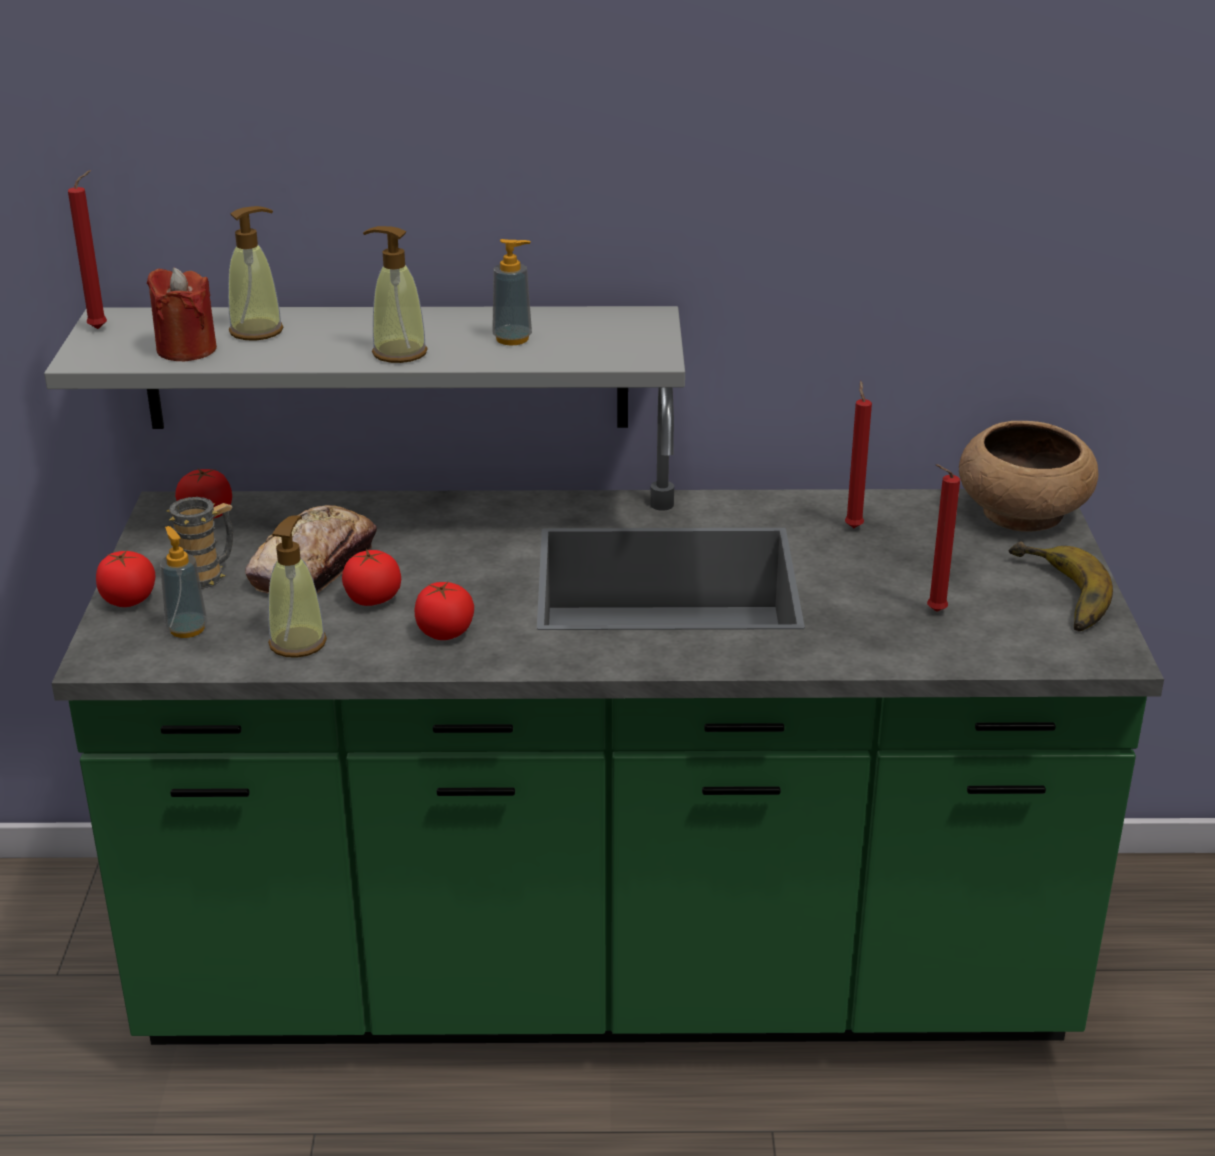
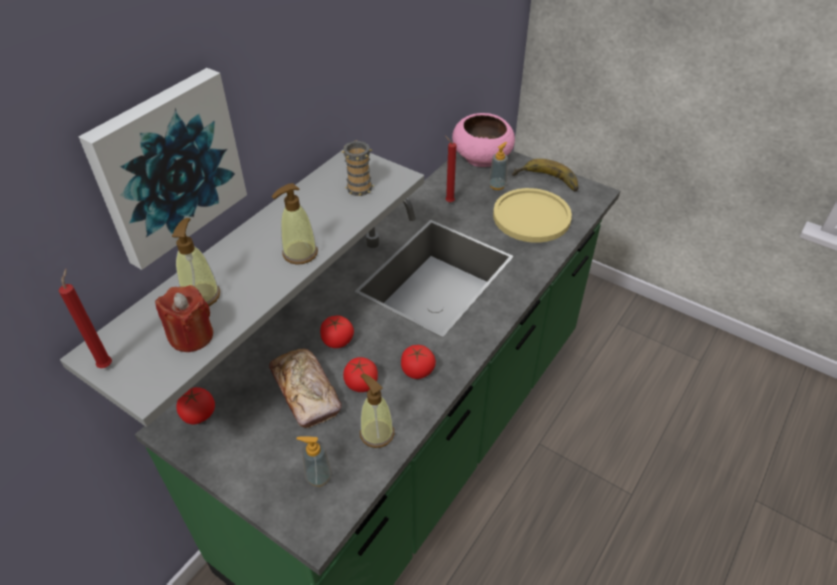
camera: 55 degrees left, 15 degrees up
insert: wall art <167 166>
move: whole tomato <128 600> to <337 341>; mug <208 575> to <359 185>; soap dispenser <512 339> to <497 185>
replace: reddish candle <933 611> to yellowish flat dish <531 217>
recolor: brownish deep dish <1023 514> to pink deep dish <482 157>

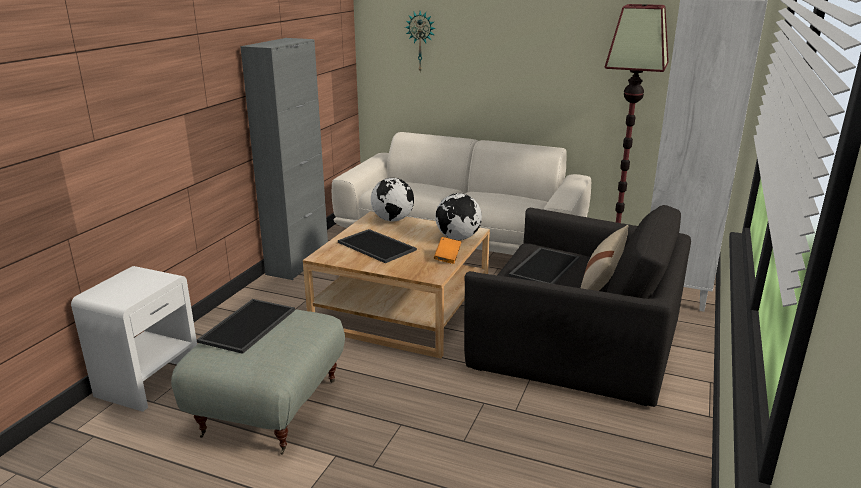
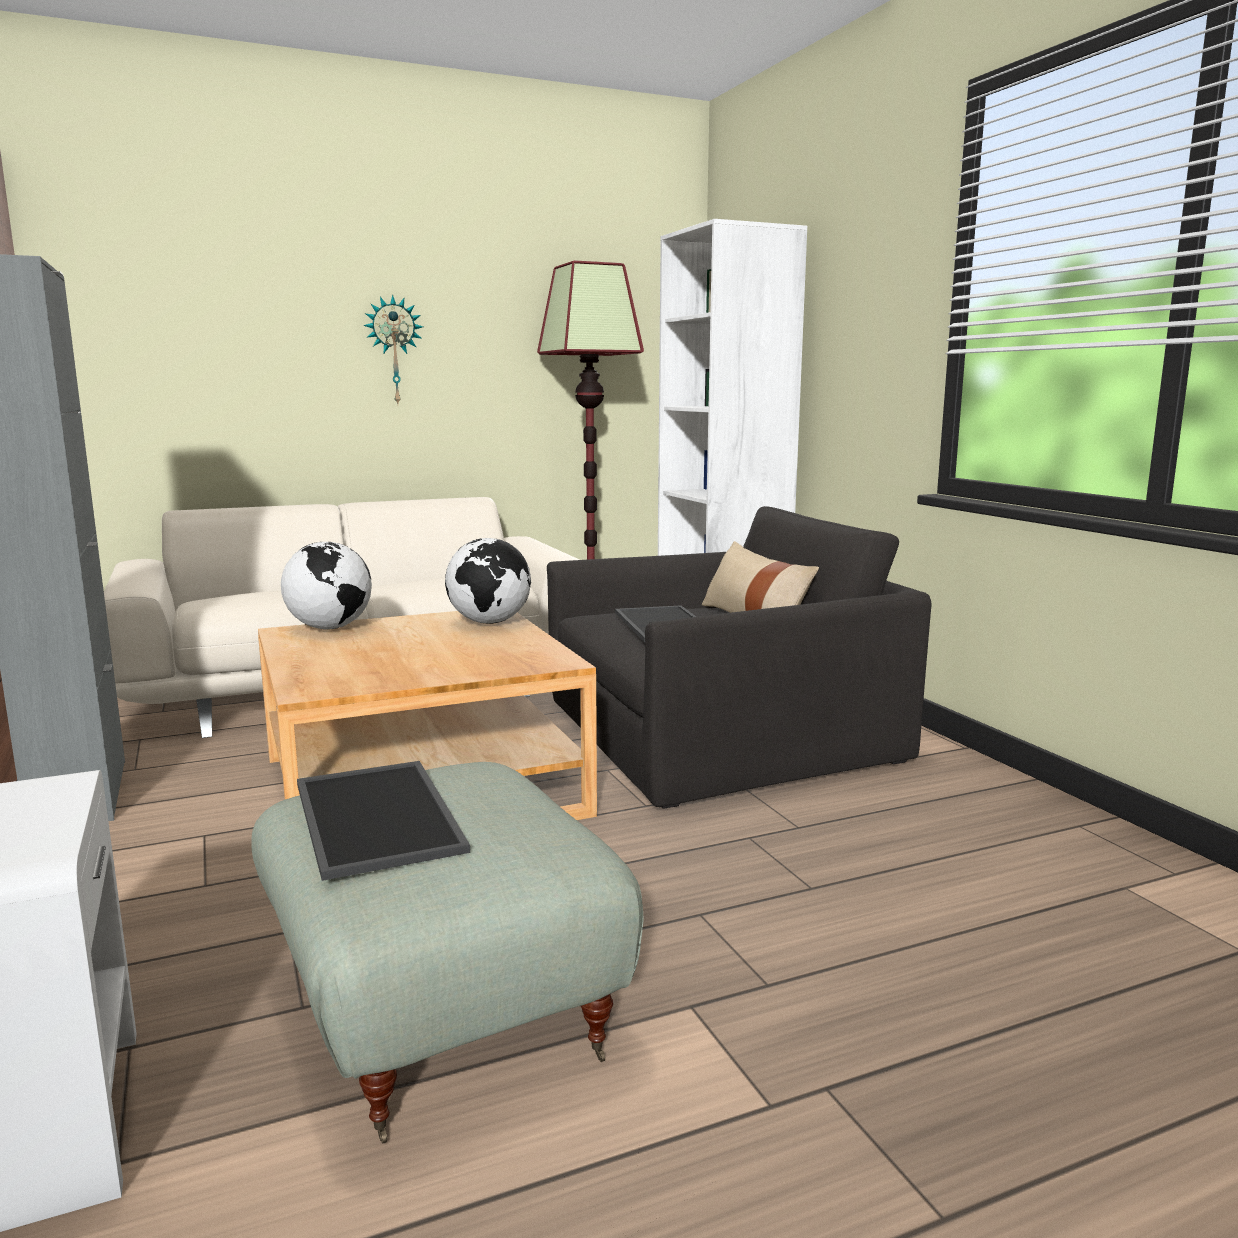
camera: 45 degrees left, 10 degrees down
delete: carrying tray <378 246>; orange bound book <447 257>
move: hanging clock <421 41> to <394 351>

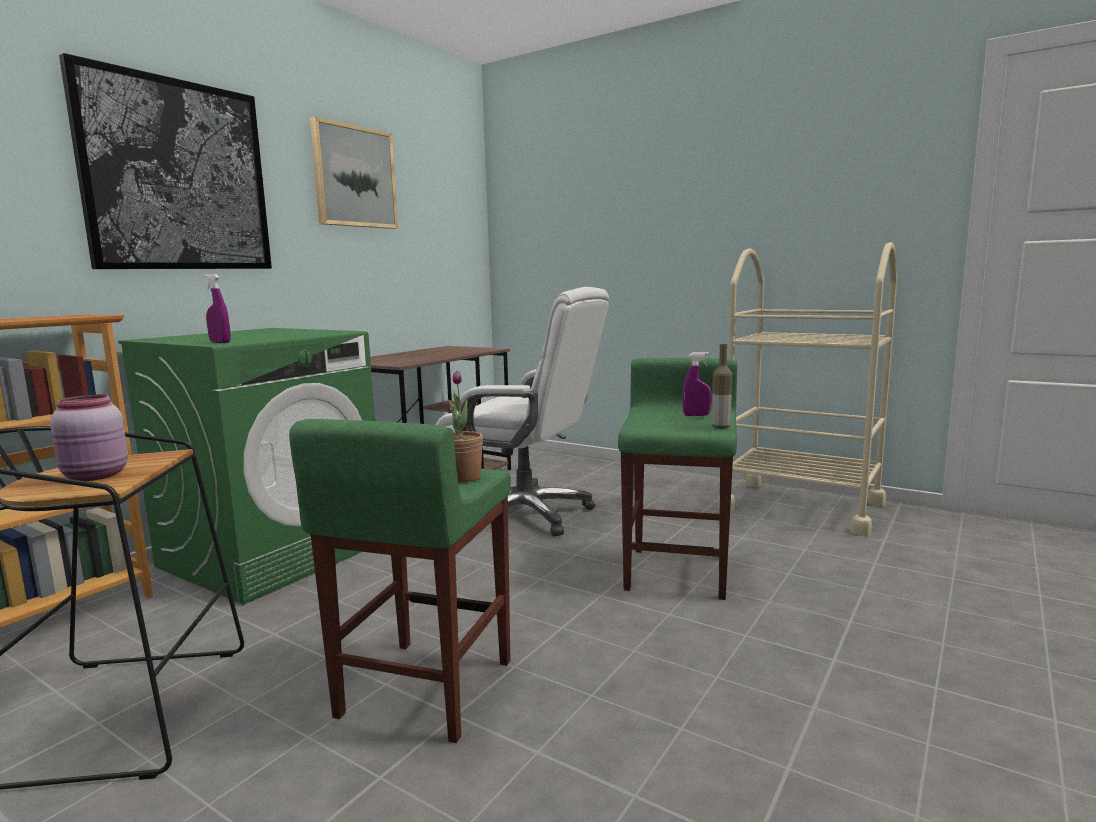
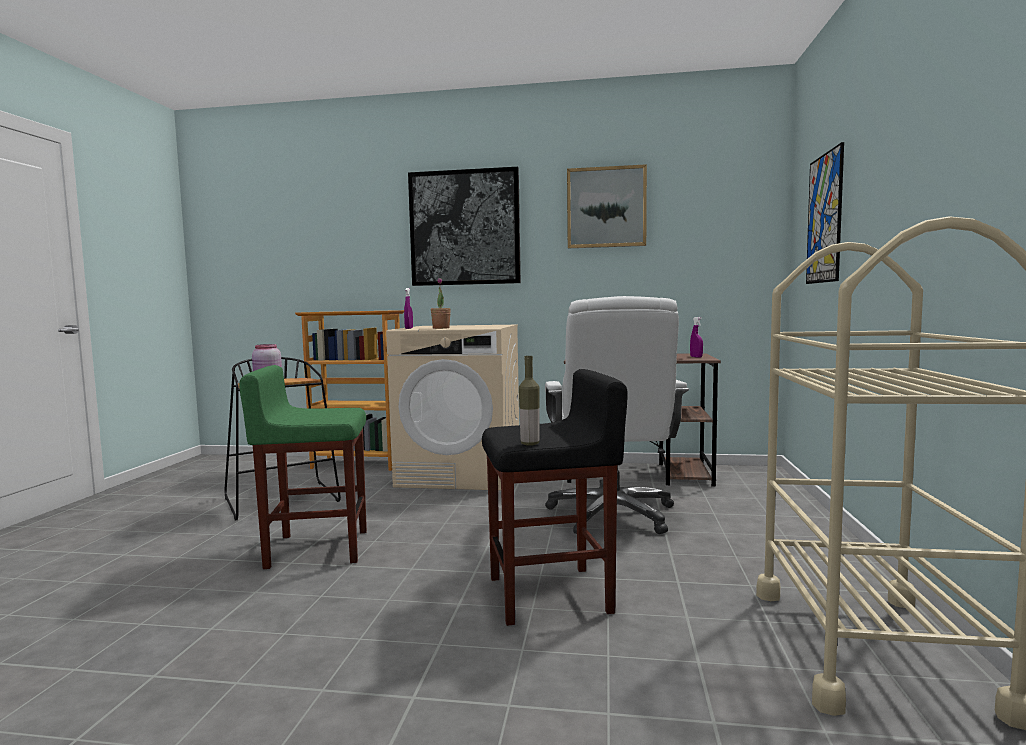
camera: 65 degrees right, 5 degrees down
insert: wall art <824 218>
move: potted plant <463 477> to <441 328>; purplish hand sprayer <696 415> to <696 357>
recolor: greenish laundry appliance <274 553> to beige-coloured laundry appliance <461 474>; greenish stool <677 571> to black-coloured stool <551 594>

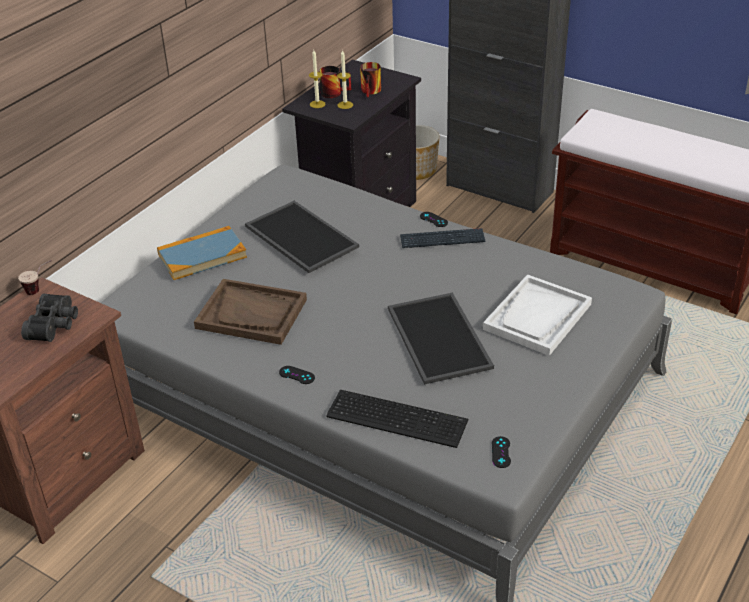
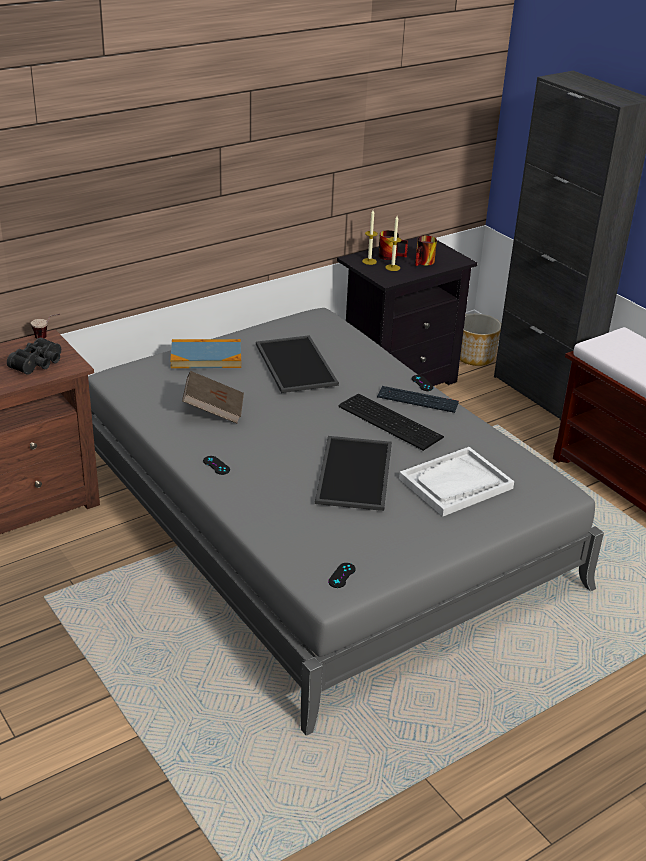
camera: 20 degrees right, 5 degrees down
move: PC keyboard <396 416> to <390 420>
replace: brownish carrying tray <252 314> to brownish bound book <213 410>

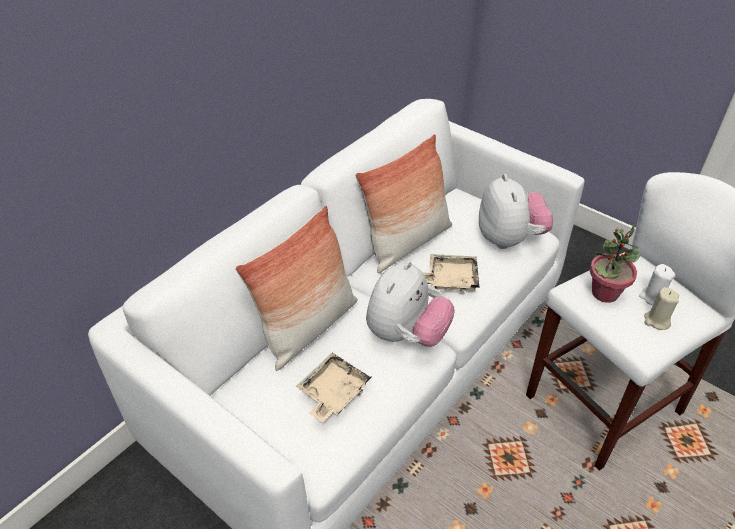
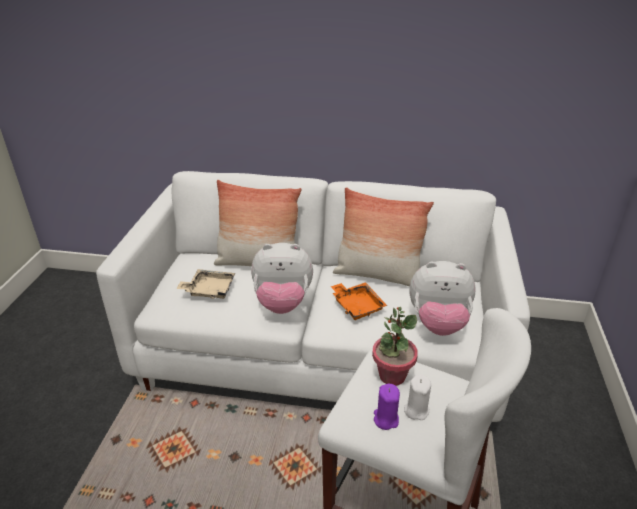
camera: 60 degrees right, 10 degrees down
recolor: beige-coloured carrying tray <450 279> to orange carrying tray <357 306>; beige-coloured candle <656 321> to purplish candle <385 419>
rotate: soft toy <509 239> = <438 323> 45 degrees clockwise

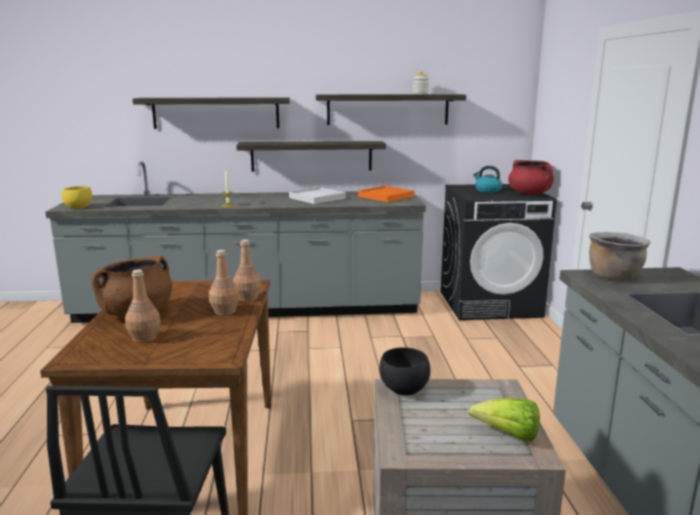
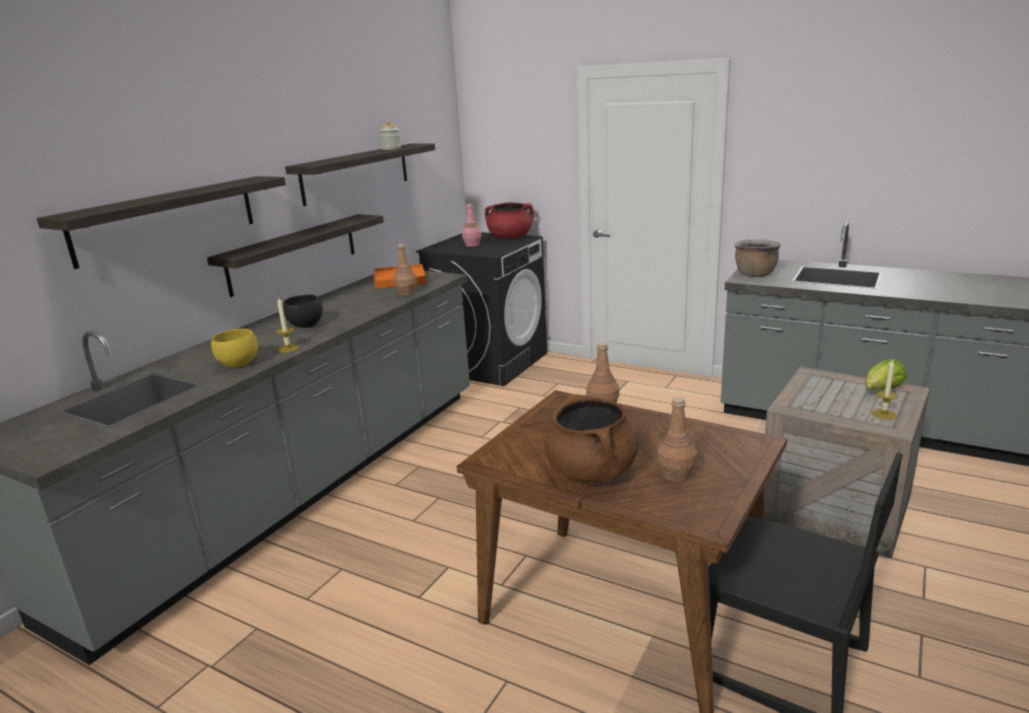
camera: 55 degrees left, 5 degrees up
delete: white carrying tray <317 198>
insert: candle <884 414>
move: yellowish deep dish <78 208> to <238 364>; black-coloured deep dish <404 390> to <306 325>; brownish beverage bottle <225 311> to <406 293>
replace: water kettle <487 190> to pink beverage bottle <472 245>

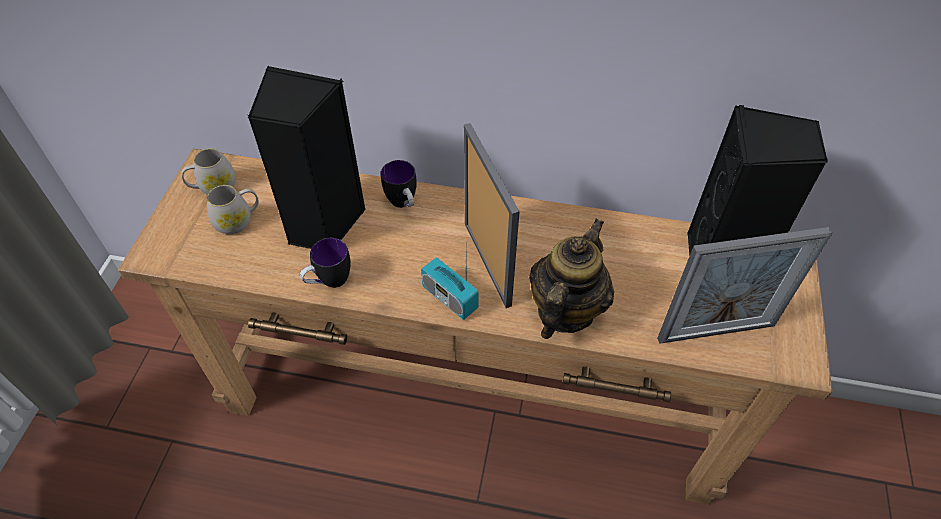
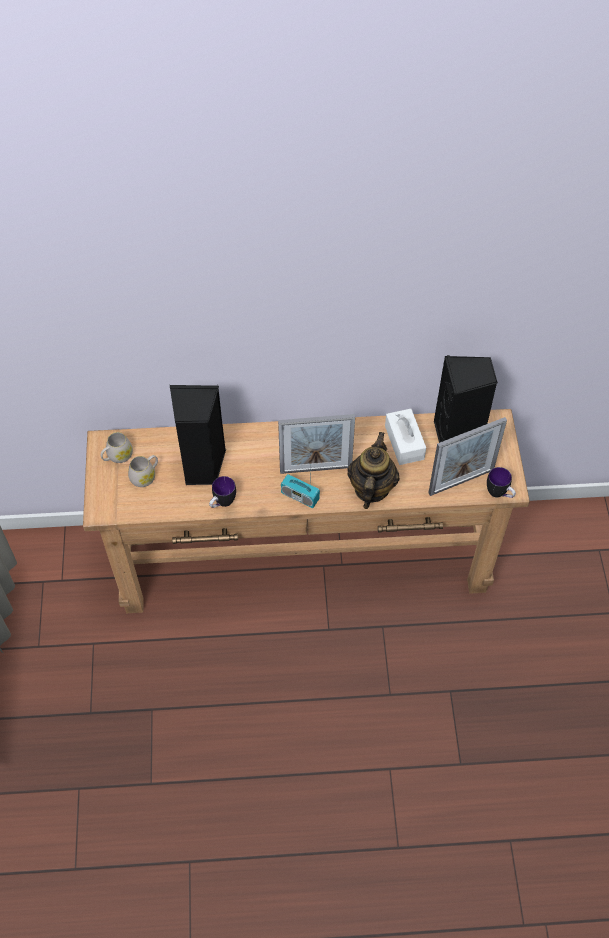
camera: 15 degrees left, 5 degrees up
insert: white tissue holder <404 442>
move: mug <403 204> to <499 494>
rotate: photo frame <487 263> = <316 469> 120 degrees clockwise

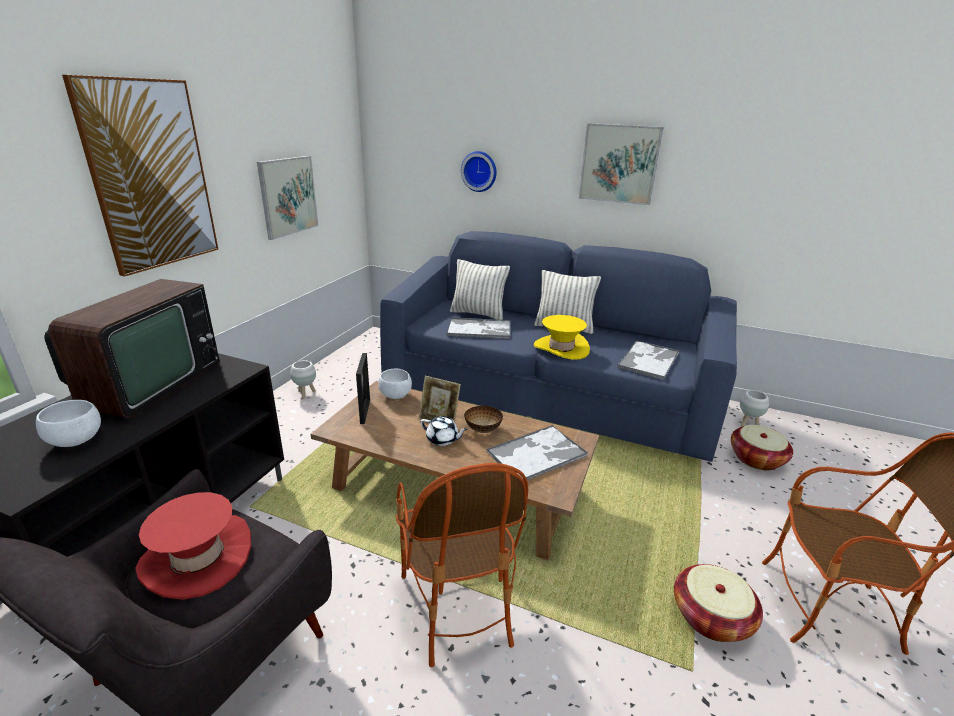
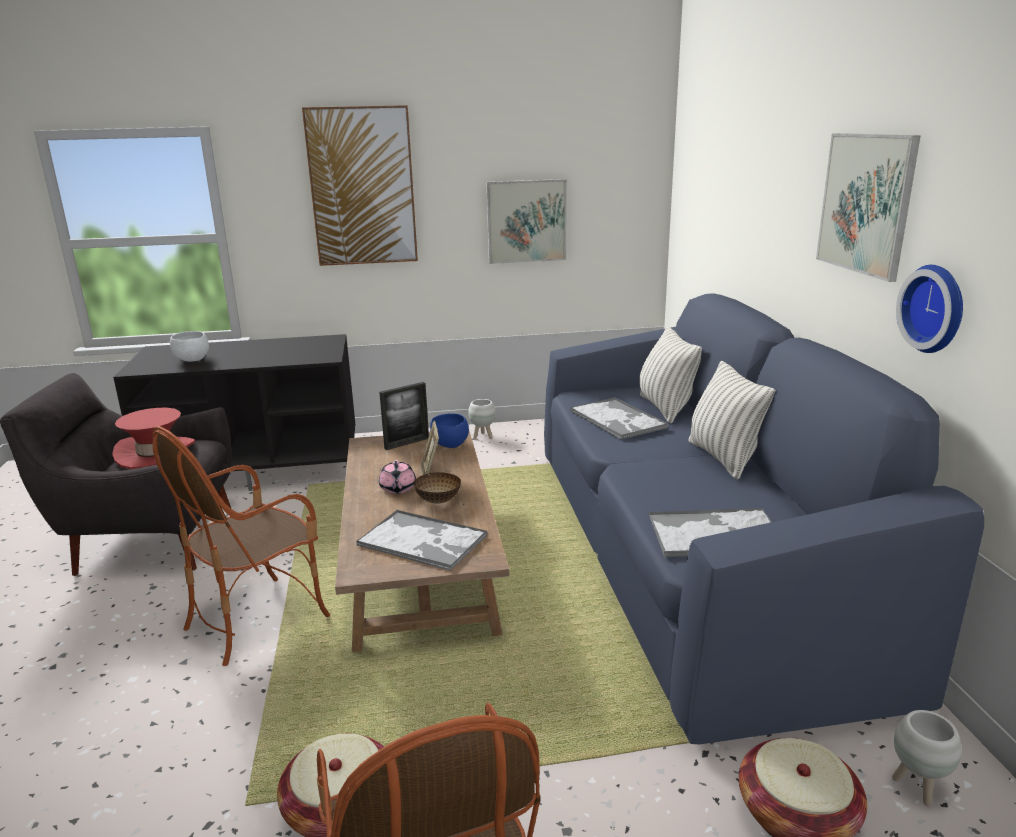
camera: 60 degrees right, 5 degrees down
delete: TV set <147 384>; yellowish wearable hat <561 348>
move: hanging clock <479 171> to <936 308>
recolor: white teapot <442 439> to pink teapot <397 488>; white deep dish <396 396> to blue-coloured deep dish <451 445>

